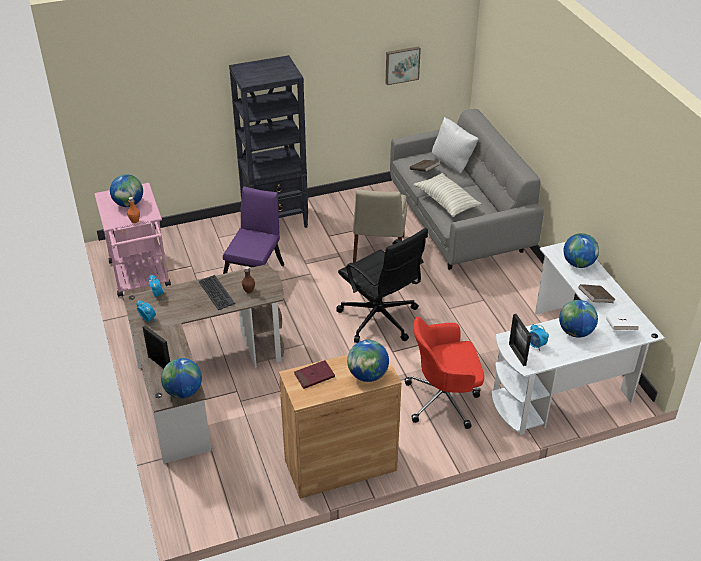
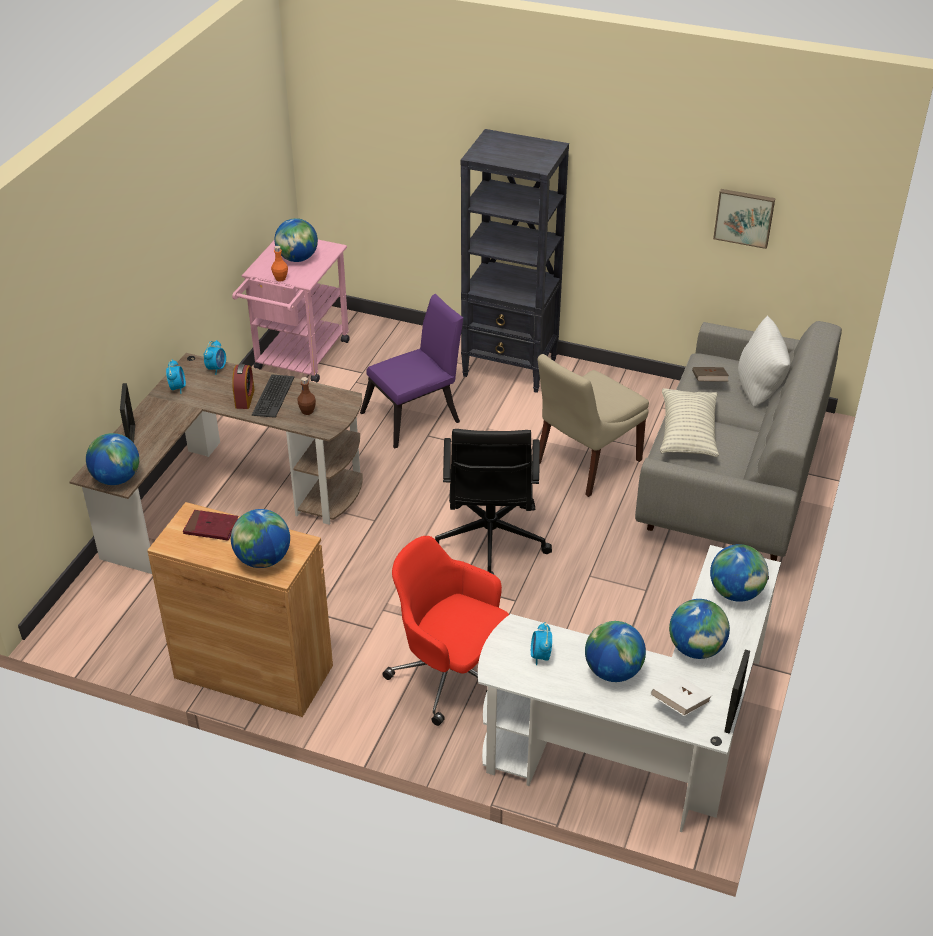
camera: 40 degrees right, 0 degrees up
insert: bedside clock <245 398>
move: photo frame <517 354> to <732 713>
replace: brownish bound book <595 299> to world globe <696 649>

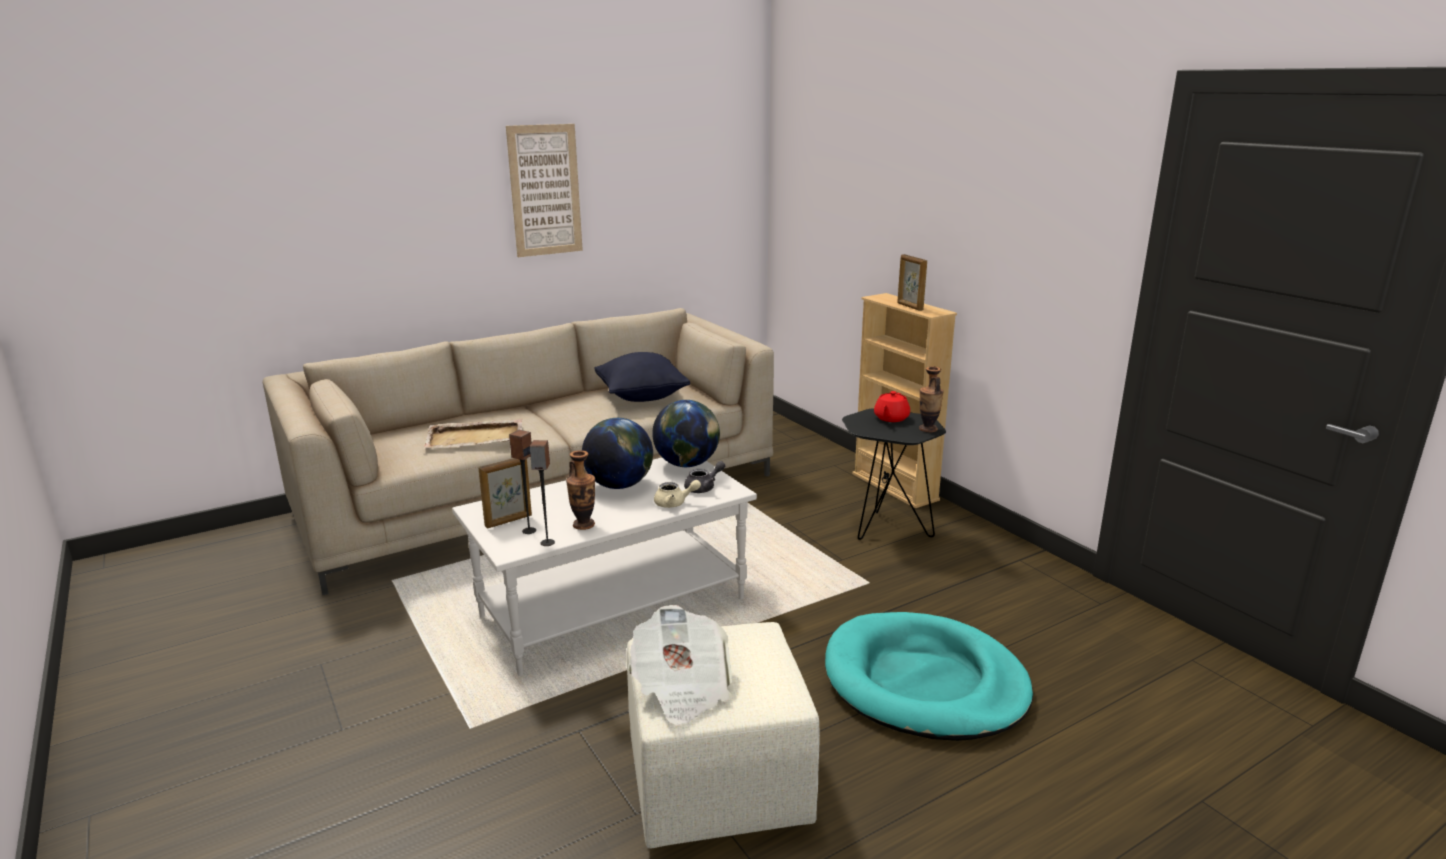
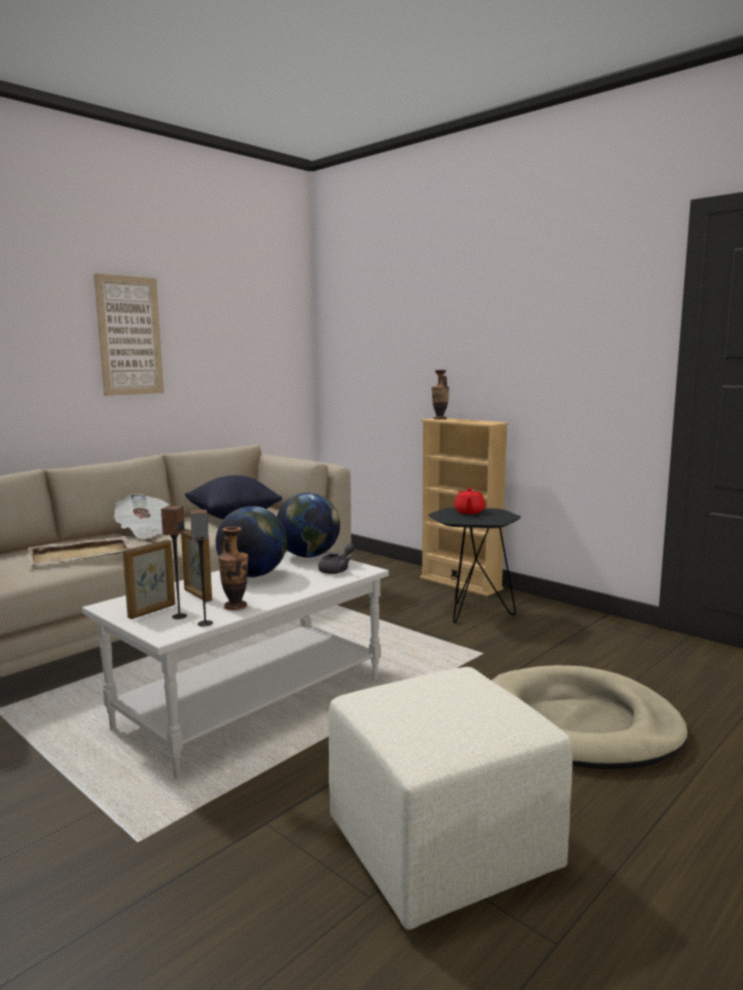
camera: 15 degrees left, 10 degrees down
delete: beige-coloured teapot <674 503>
move: daily paper <681 688> to <144 531>; photo frame <909 307> to <197 595>; decorative vase <928 429> to <439 419>
recolor: turquoise-coloured pet bed <924 682> to beige-coloured pet bed <580 724>

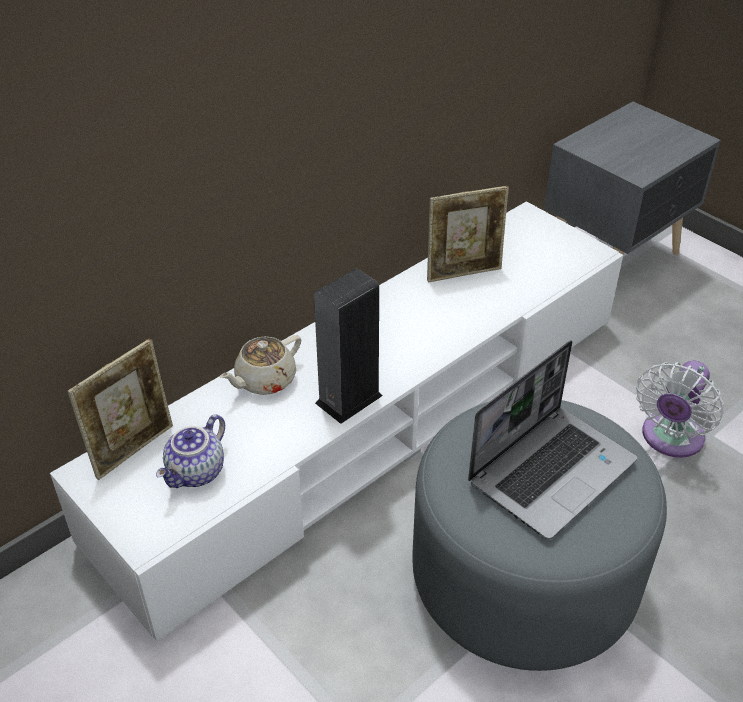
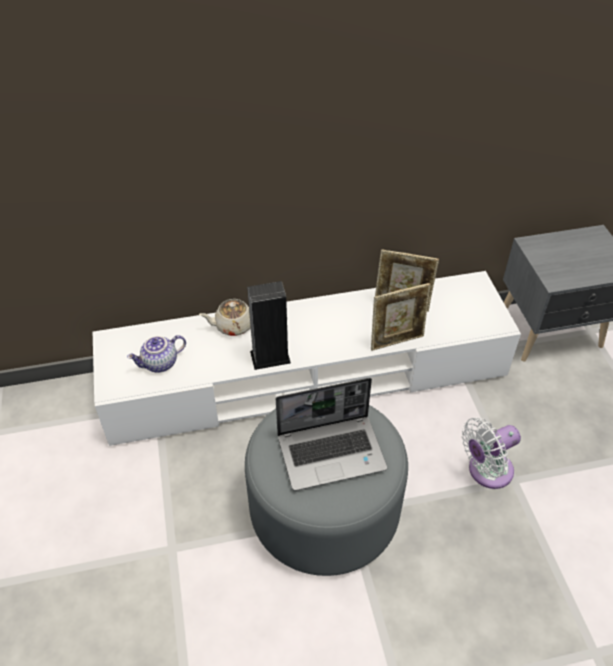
camera: 30 degrees right, 5 degrees up
move: photo frame <133 449> to <396 341>

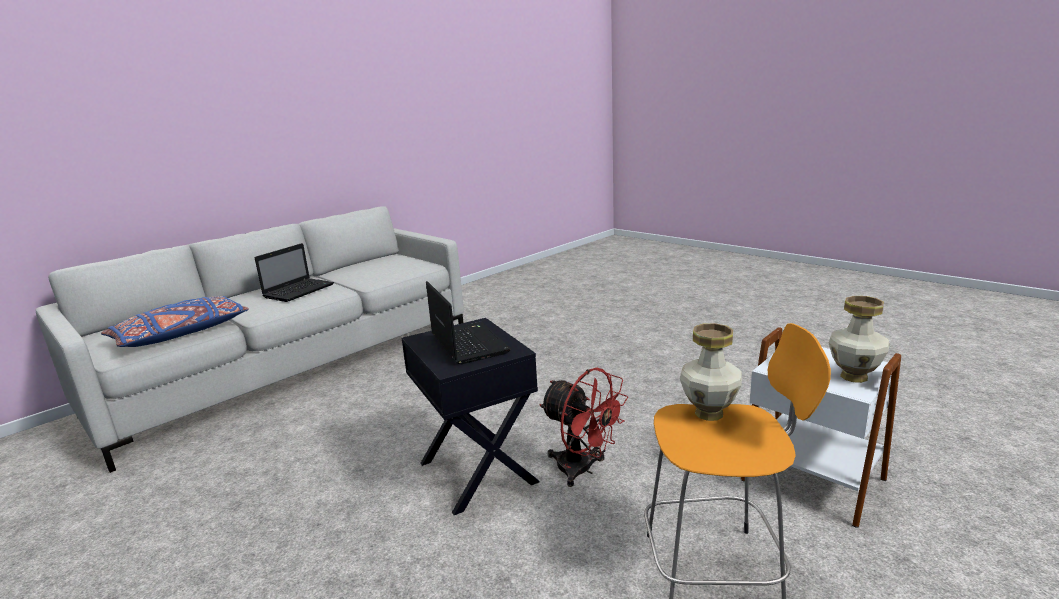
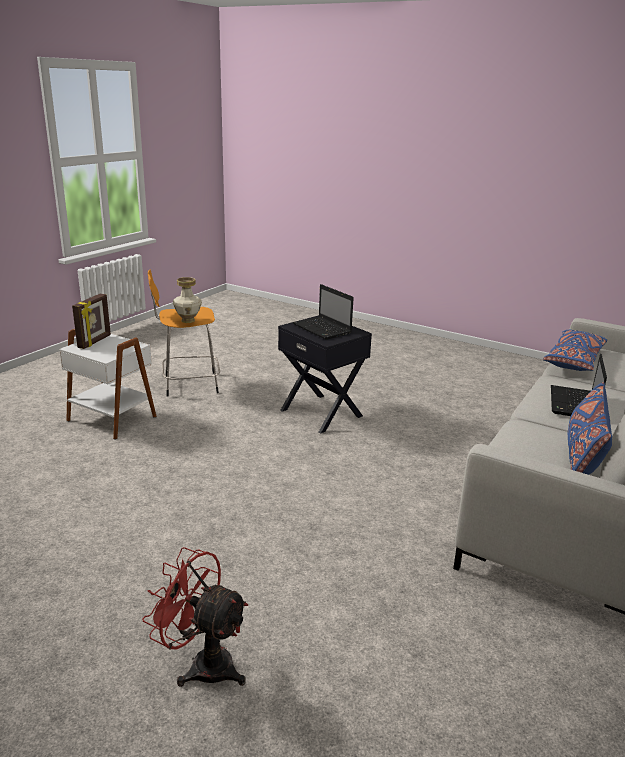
camera: 165 degrees right, 5 degrees up
insert: blue-coloured throw pillow <582 456>
move: reddish fan <583 470> to <203 664>
replace: decorative vase <854 377> to photo frame <95 342>

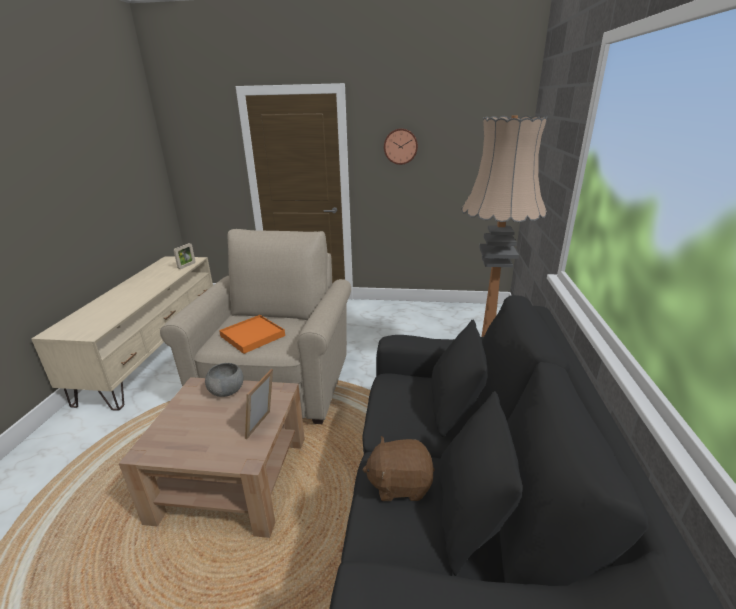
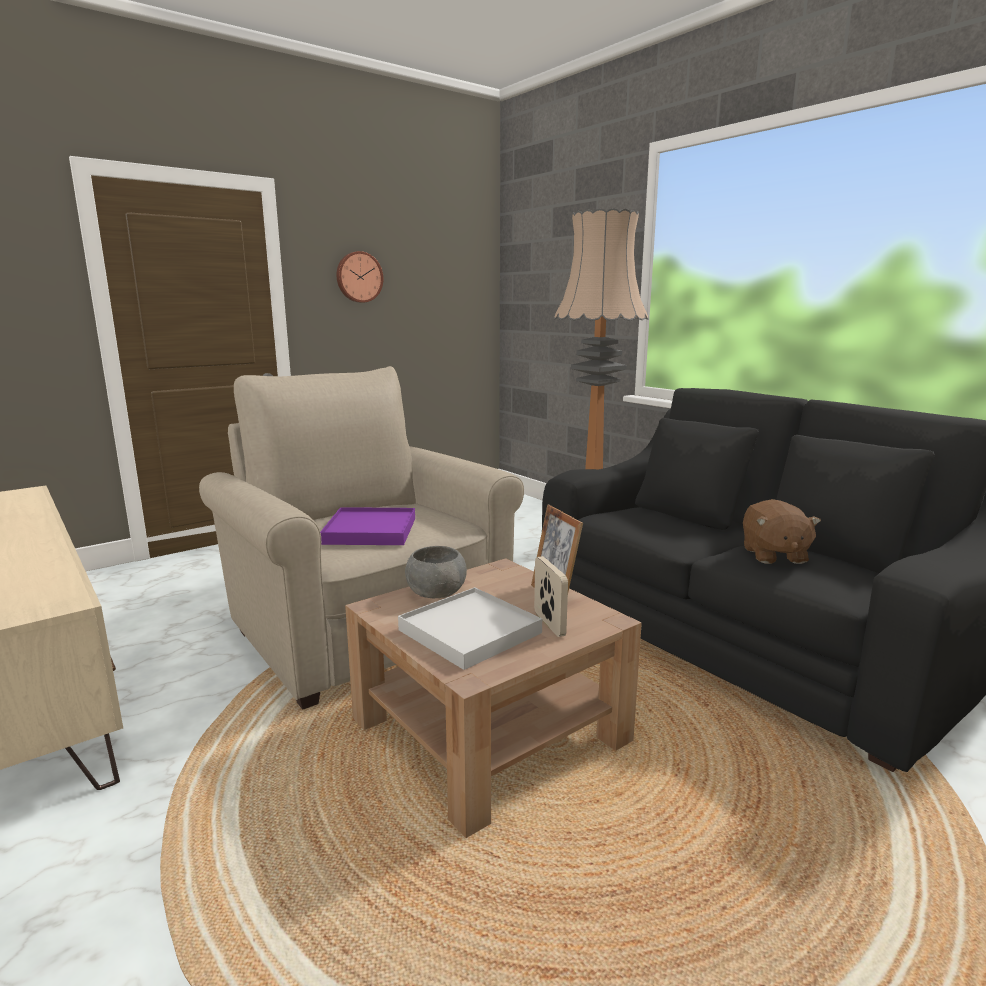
camera: 45 degrees left, 10 degrees down
insert: white carrying tray <470 631>
move: photo frame <187 266> to <549 624>
recolor: orange carrying tray <252 336> to purplish carrying tray <370 531>
rotate: brownish soft toy <400 483> = <773 555> 45 degrees counterclockwise

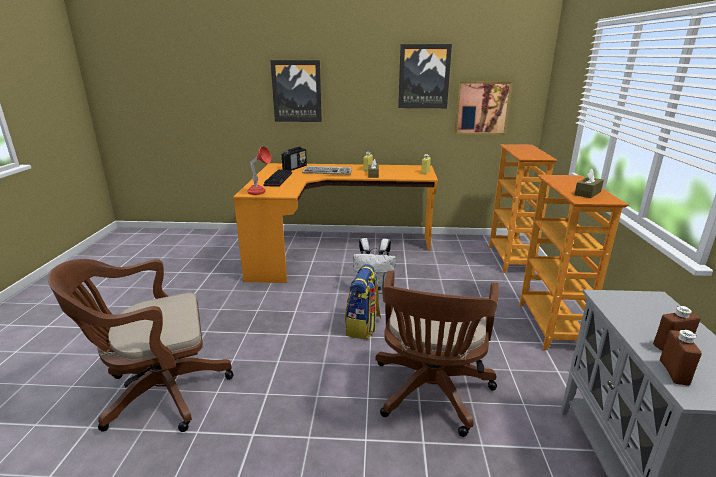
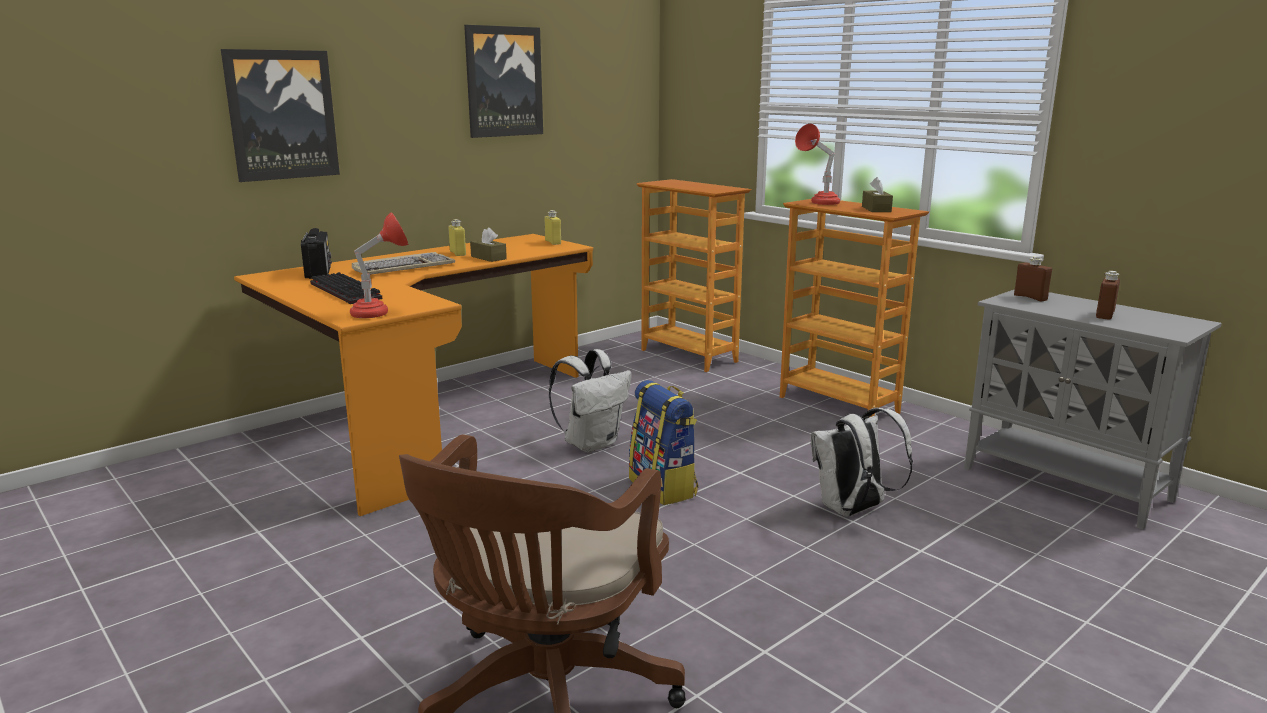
camera: 45 degrees left, 5 degrees down
delete: wall art <482 108>
insert: reddish lamp for a table <818 203>
move: brownish beverage bottle <674 372> to <1030 297>
replace: brownish computer chair <430 394> to white rucksack <852 510>

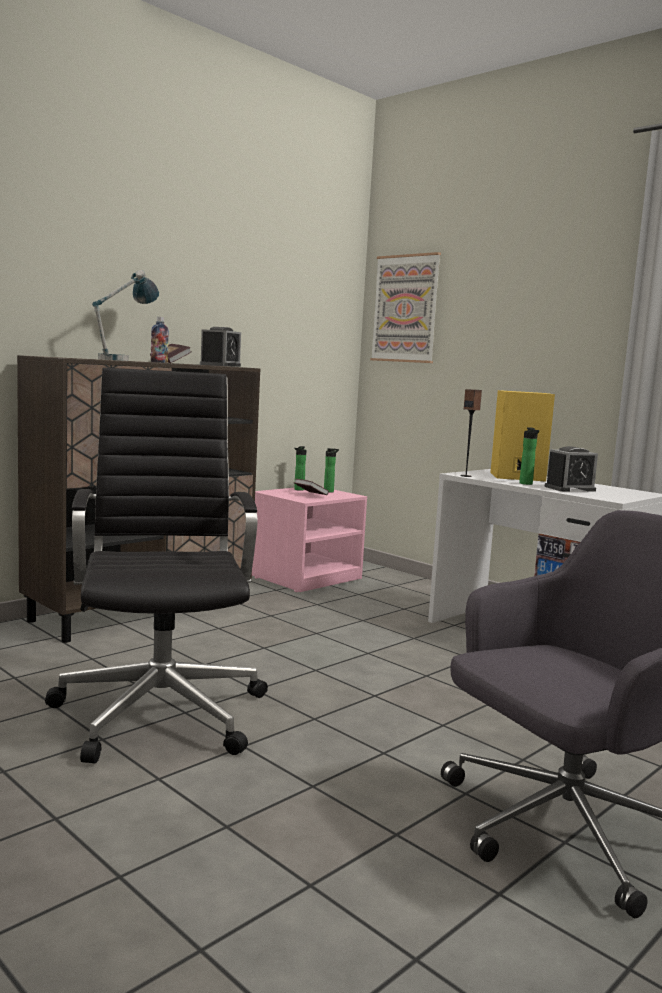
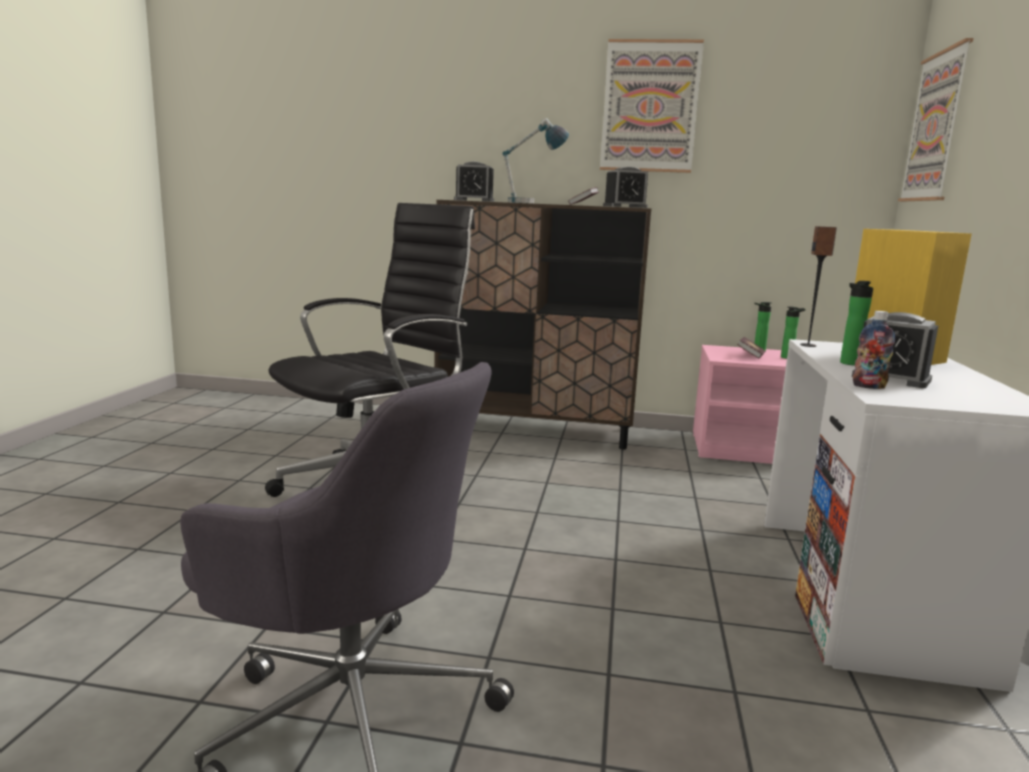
camera: 55 degrees right, 5 degrees up
insert: bedside clock <474 200>; wall art <650 107>
move: beverage bottle <159 362> to <868 386>

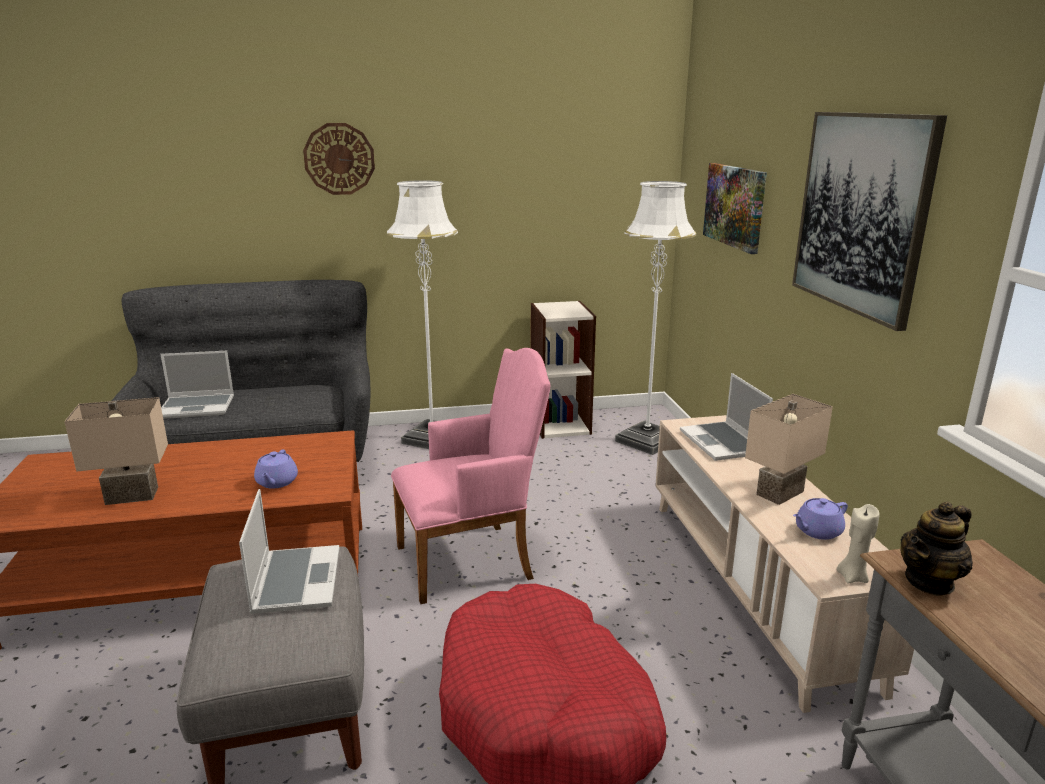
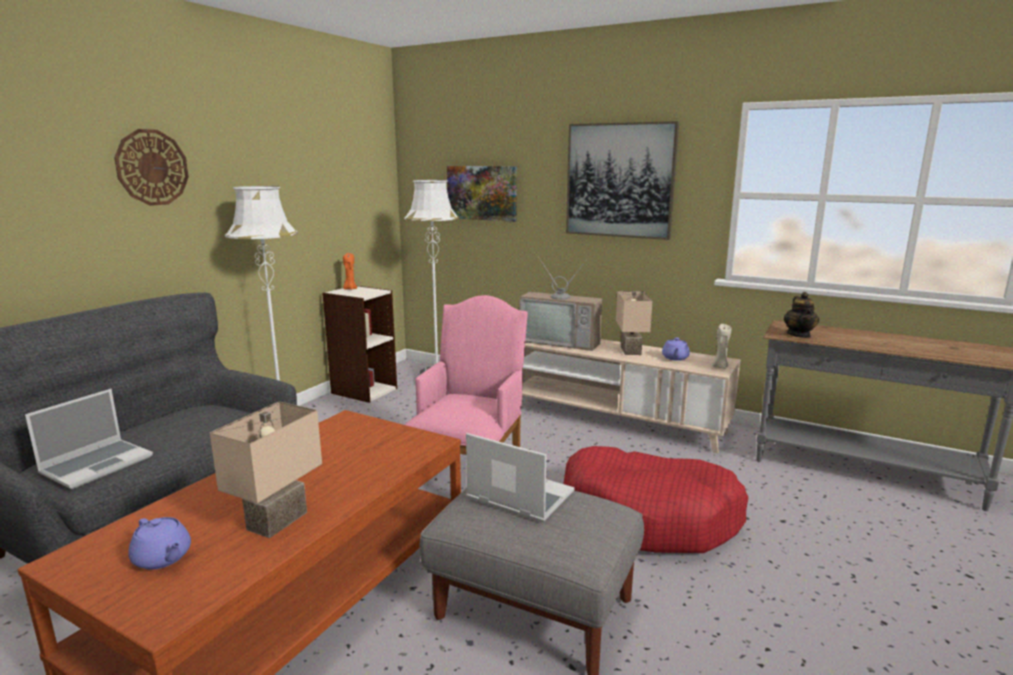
camera: 50 degrees left, 5 degrees down
insert: orange candle <350 289>
move: purplish teapot <276 482> to <163 558>
replace: notebook computer <723 443> to TV set <561 341>

